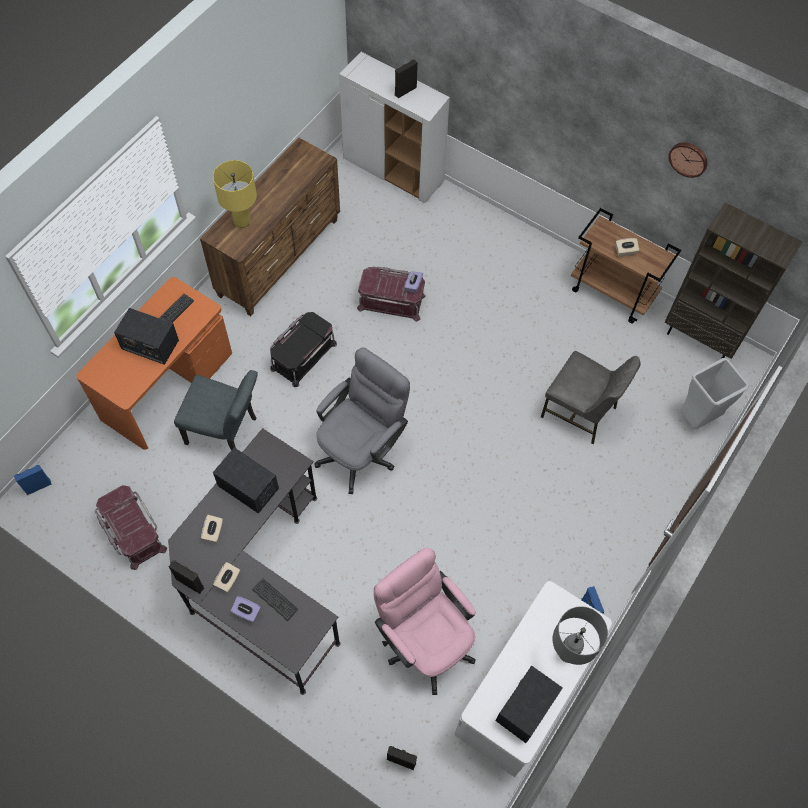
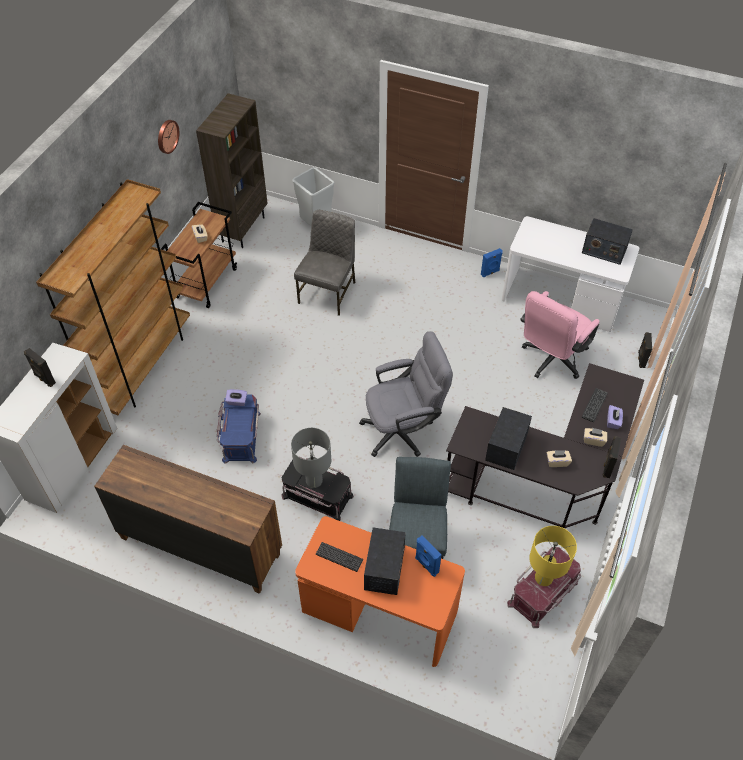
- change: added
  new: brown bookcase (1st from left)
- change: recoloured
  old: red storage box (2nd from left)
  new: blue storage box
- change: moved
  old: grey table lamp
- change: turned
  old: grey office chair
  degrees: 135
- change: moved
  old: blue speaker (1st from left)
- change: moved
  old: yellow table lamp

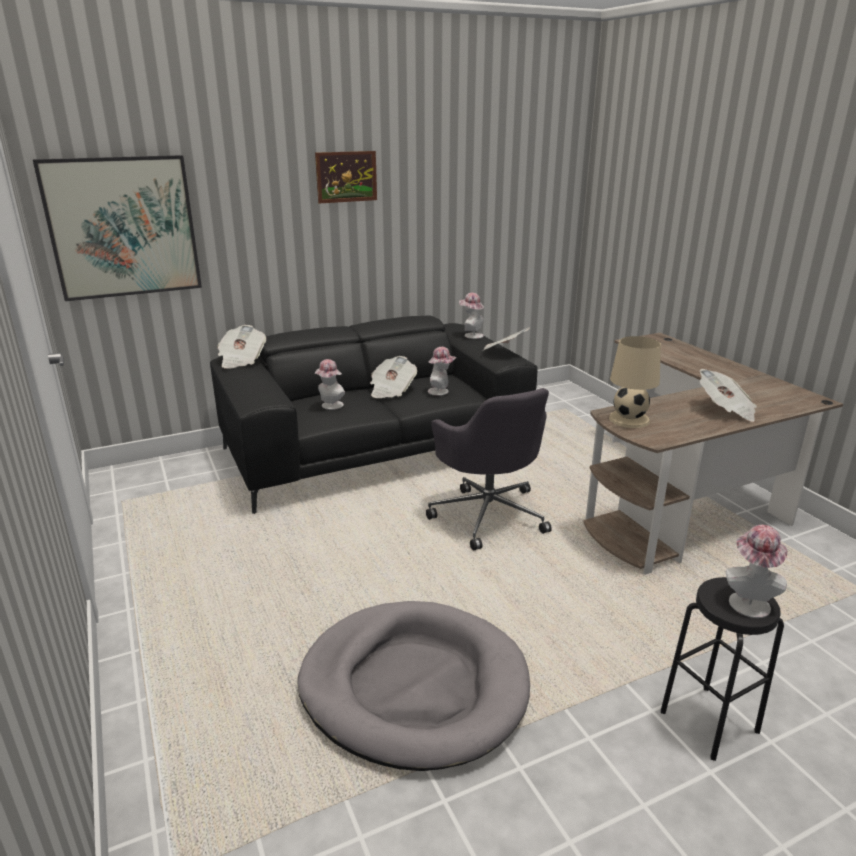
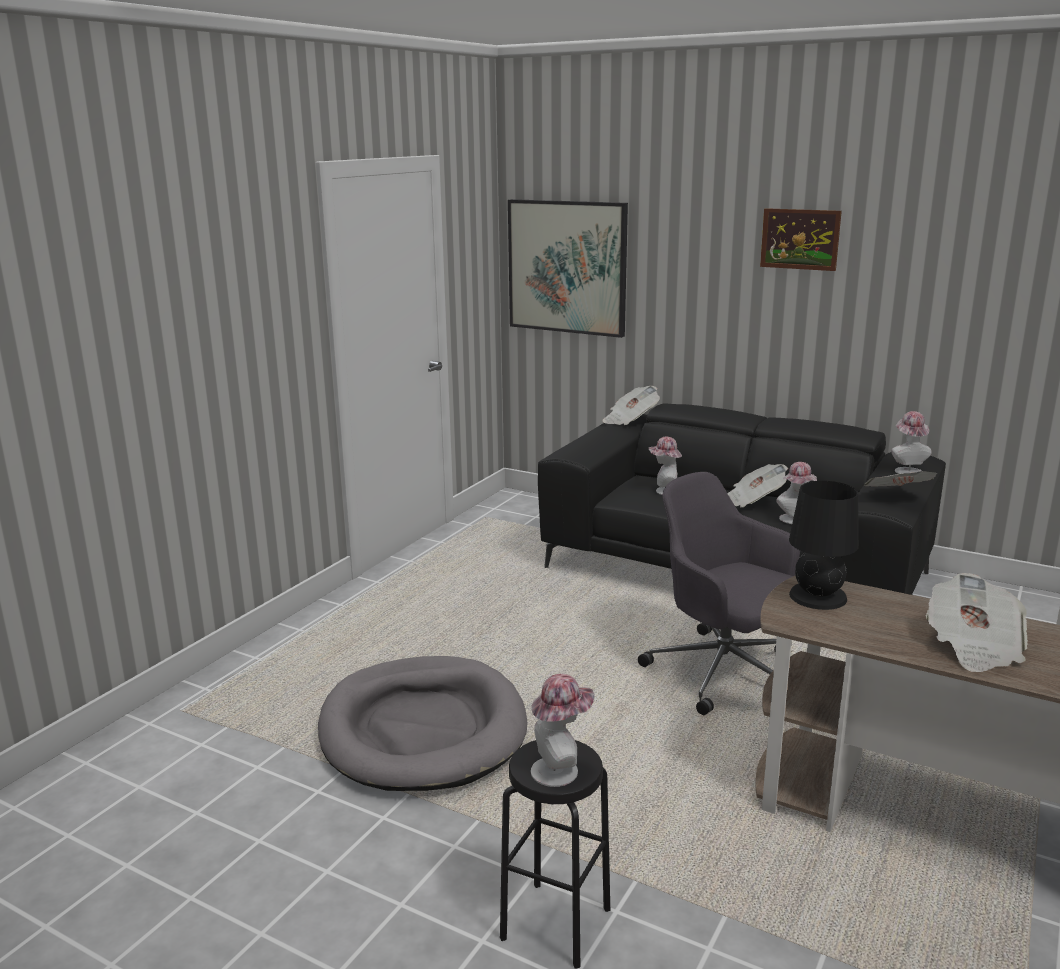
- change: turned
  old: grey office chair
  degrees: 105
- change: recoloured
  old: beige table lamp
  new: black table lamp

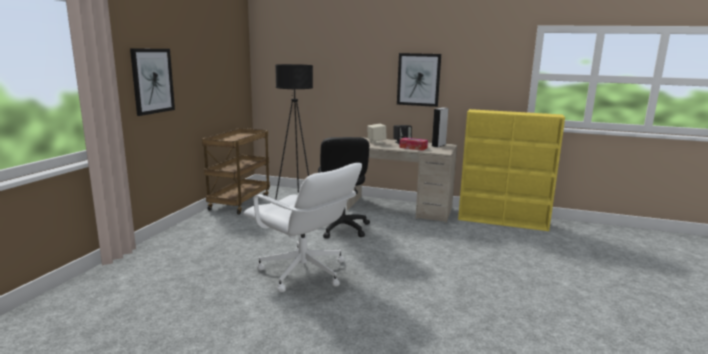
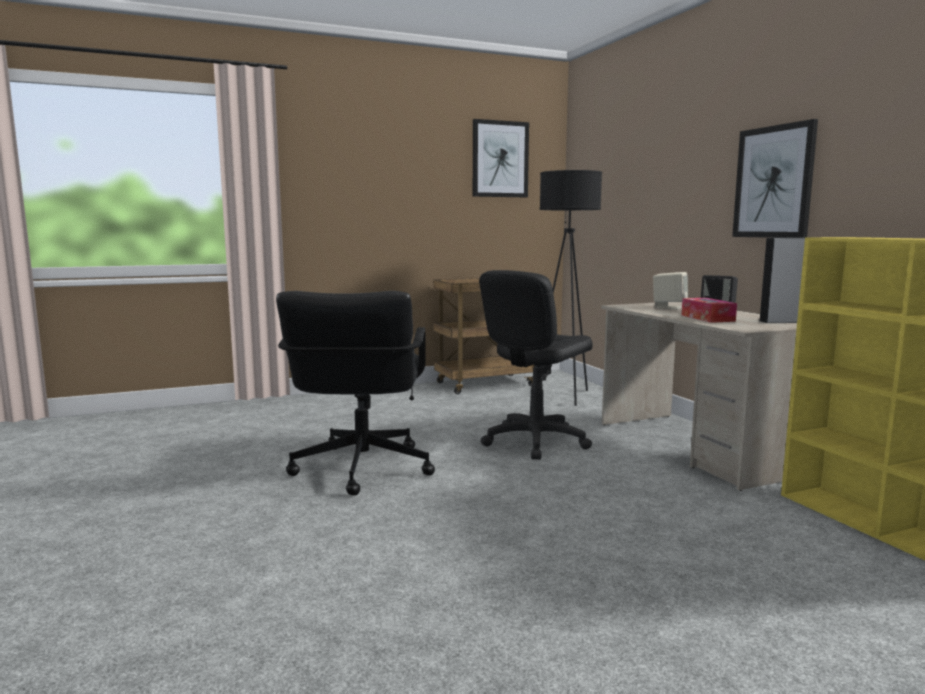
- change: recoloured
  old: white office chair
  new: black office chair (1st from left)
- change: moved
  old: picture (1st from left)

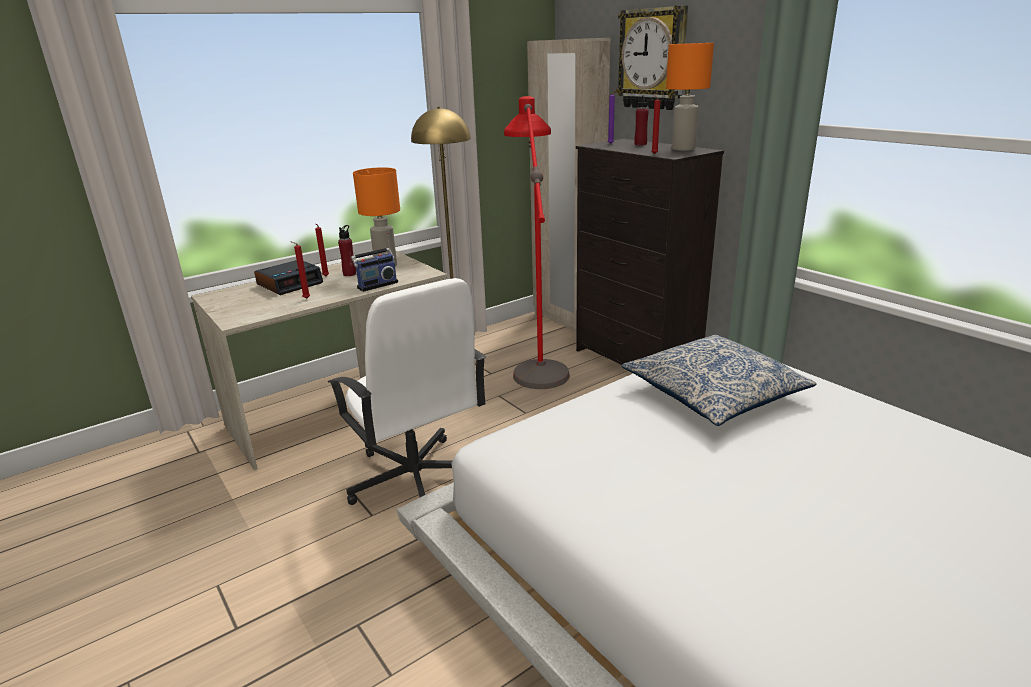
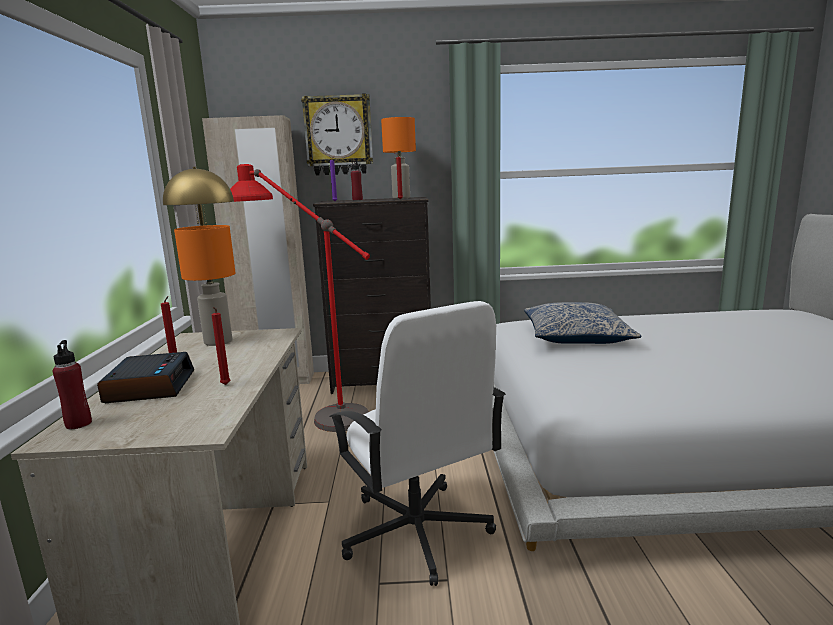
- change: moved
  old: red bottle (1st from left)
- change: turned
  old: white office chair
  degrees: 60
- change: removed
  old: radio

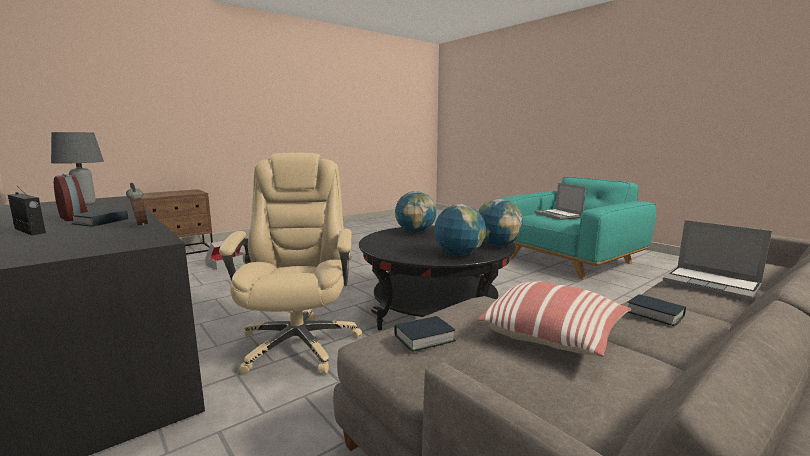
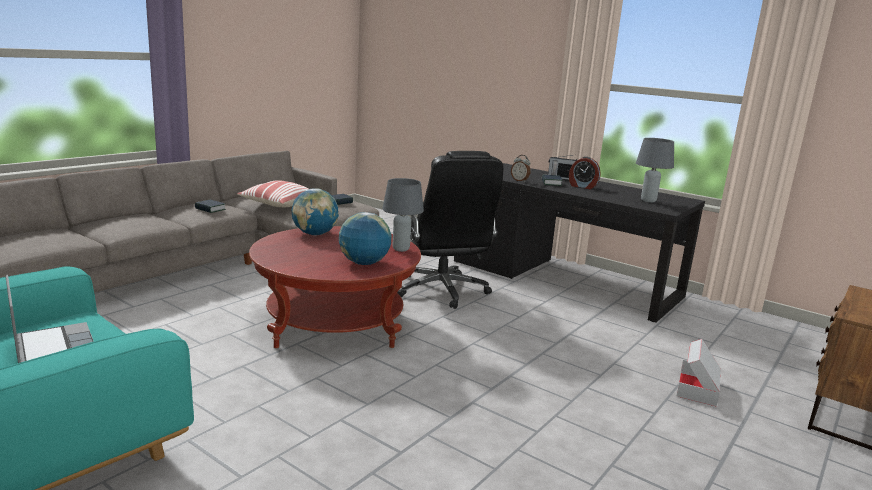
- change: recoloured
  old: black coffee table
  new: red coffee table
- change: added
  new: grey table lamp (1st from left)
- change: recoloured
  old: beige office chair
  new: black office chair
- change: removed
  old: globe (3rd from left)
- change: removed
  old: laptop (2nd from left)

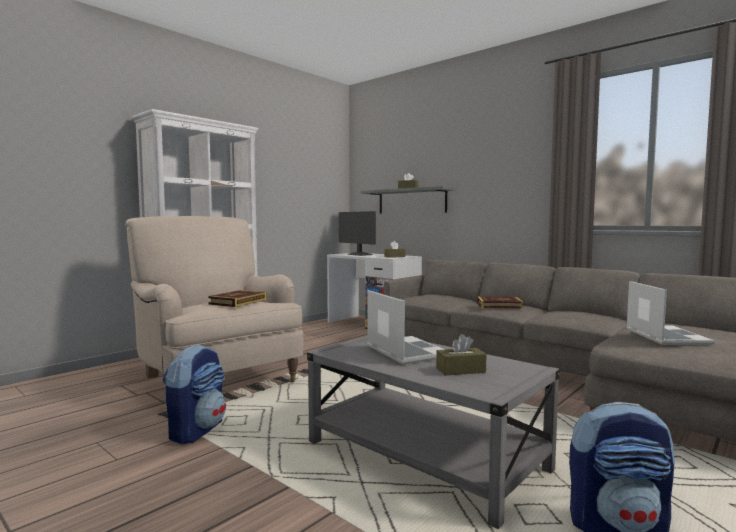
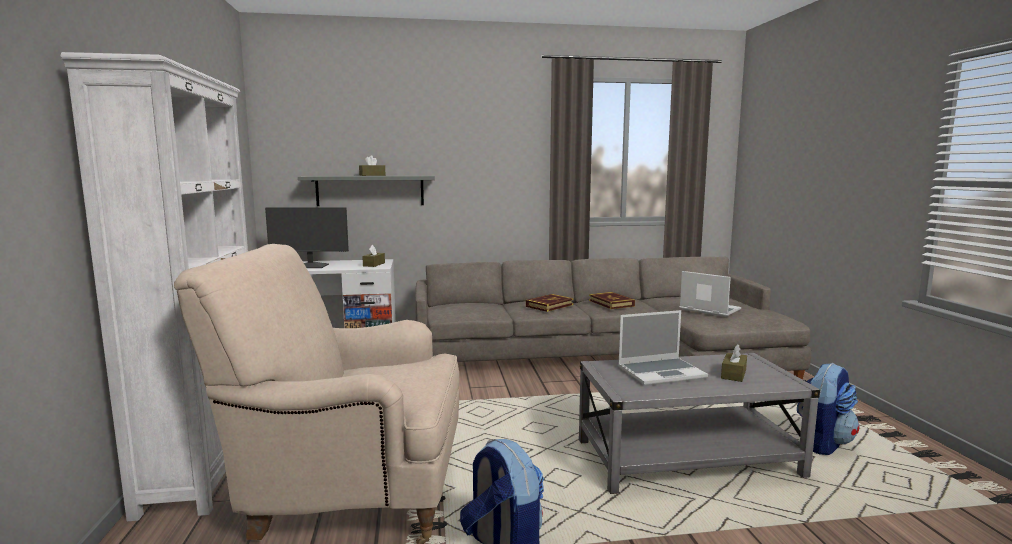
- change: moved
  old: book (1st from left in the first image)
  new: book (2nd from left)
- change: turned
  old: laptop (1st from left)
  degrees: 150

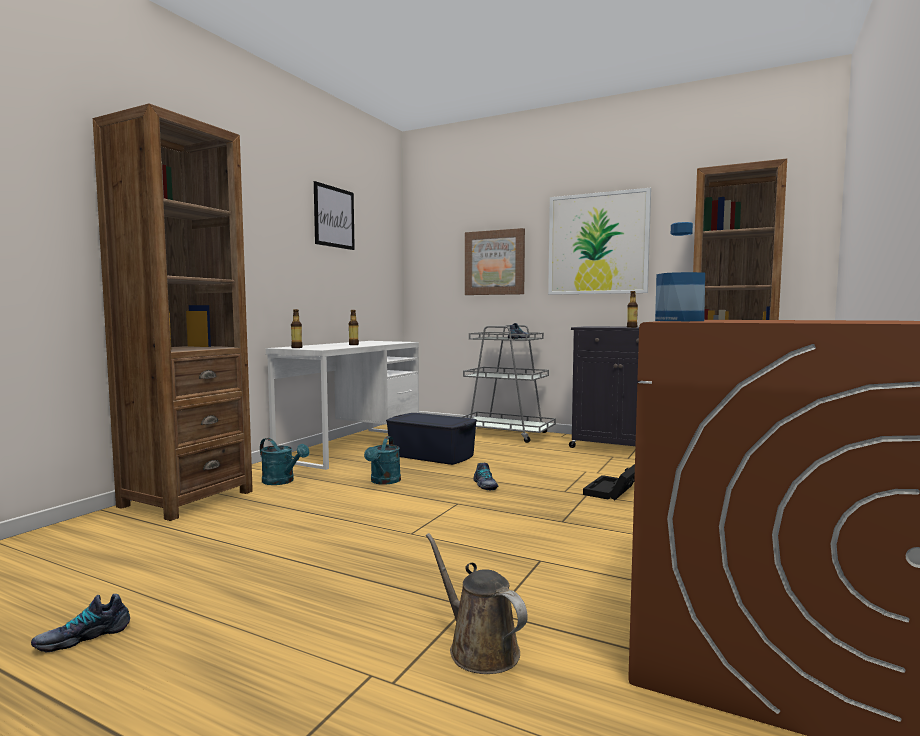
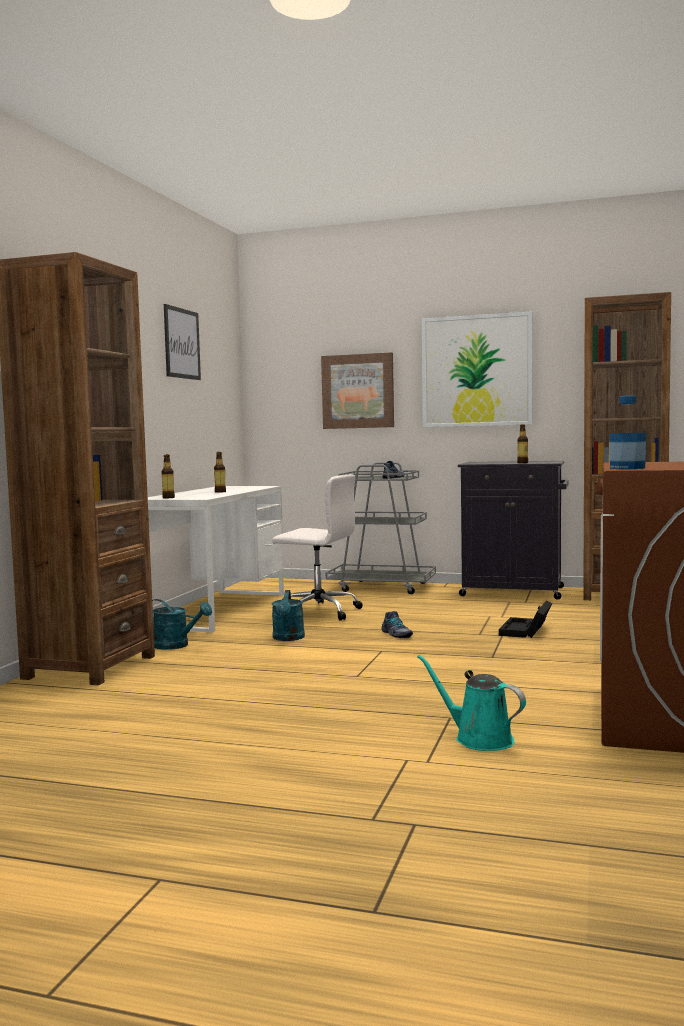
- change: replaced
  old: blue storage box
  new: white office chair
- change: recoloured
  old: brown watering can
  new: turquoise watering can (3rd from left)
- change: removed
  old: shoe (1st from left)

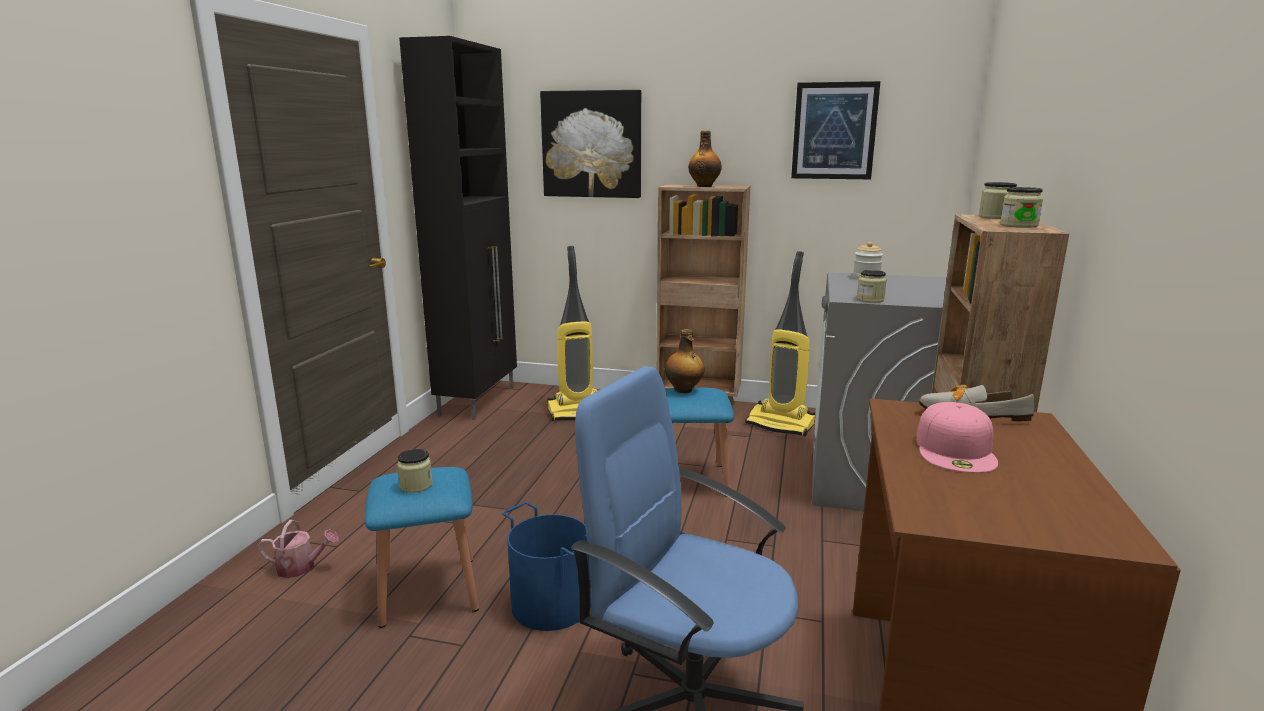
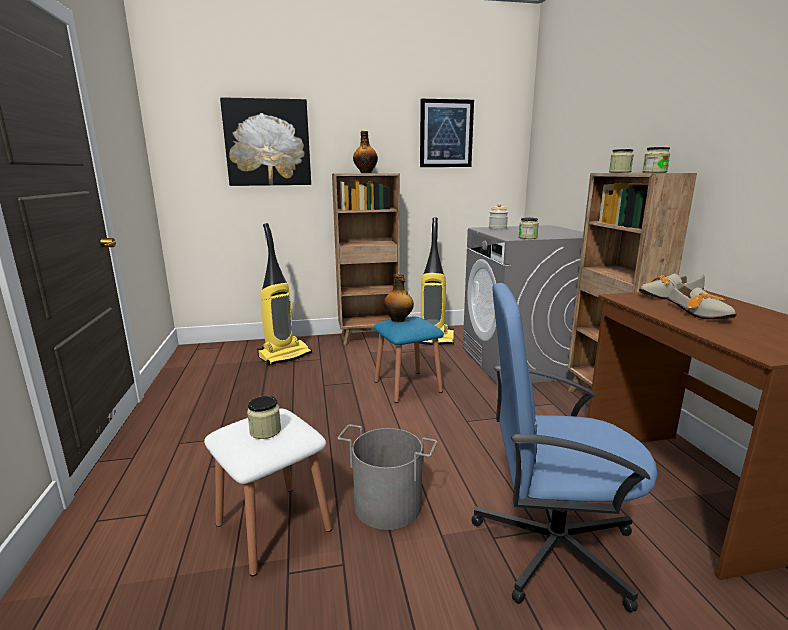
- change: recoloured
  old: blue stool (1st from left)
  new: white stool
- change: recoloured
  old: blue bucket
  new: grey bucket
- change: replaced
  old: pink cap
  new: shoe (2nd from left)
- change: removed
  old: watering can
- change: removed
  old: black cabinet

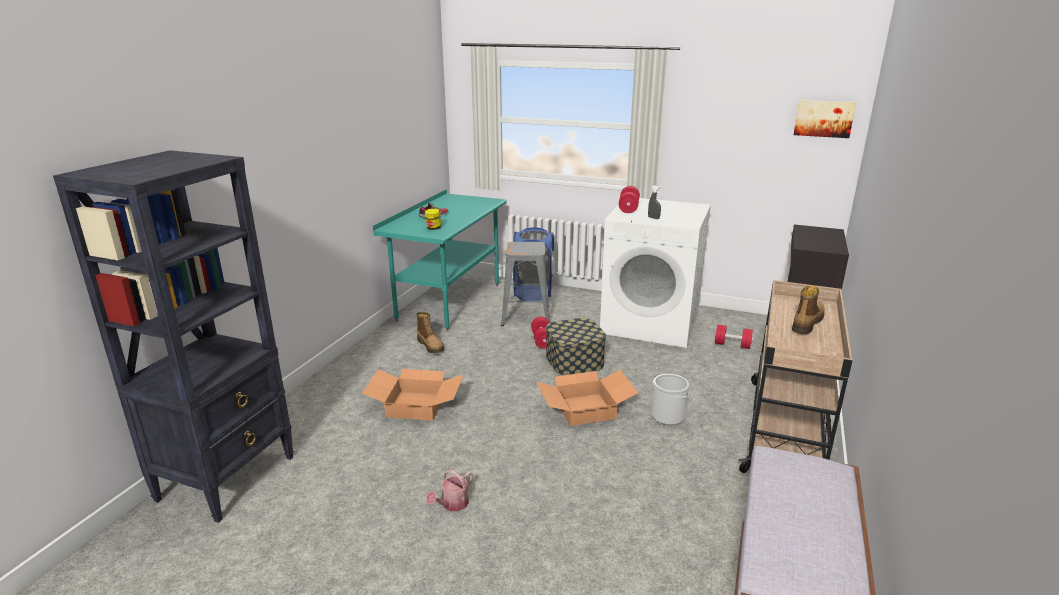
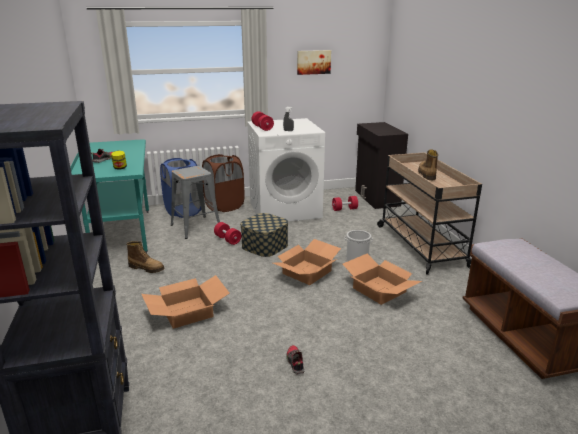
- change: added
  new: brown laundry basket
- change: replaced
  old: watering can
  new: shoe (2nd from left)
- change: moved
  old: picture
- change: added
  new: cardboard box (3rd from left)

